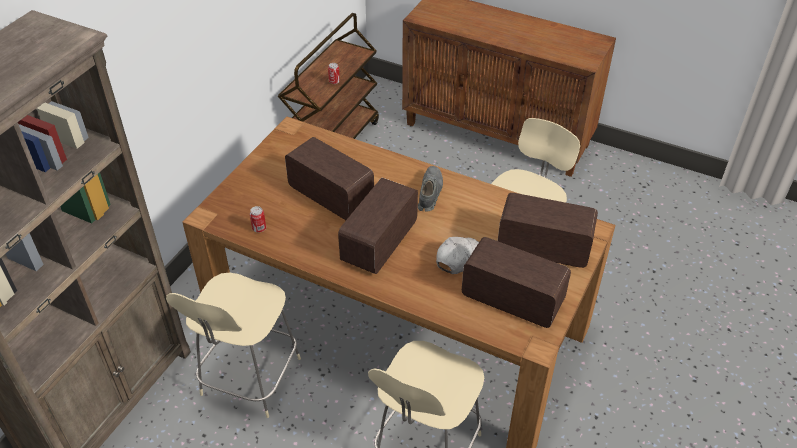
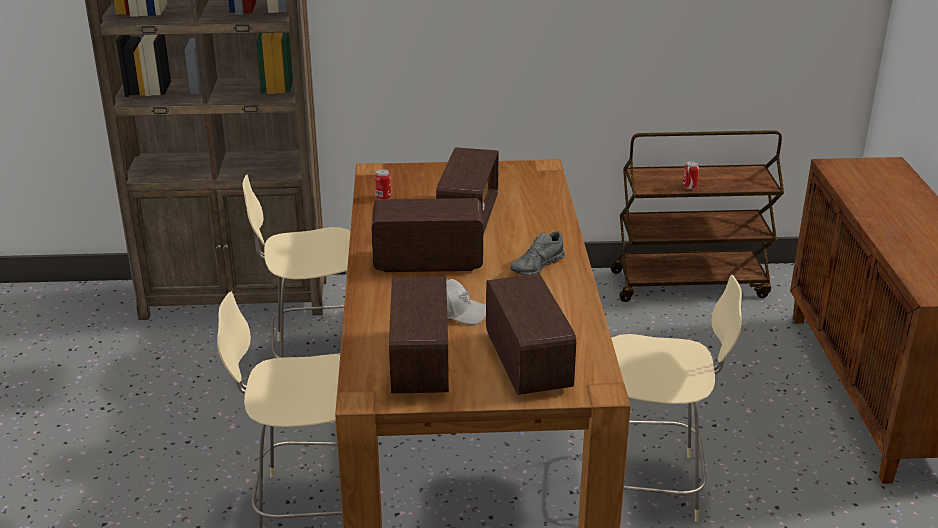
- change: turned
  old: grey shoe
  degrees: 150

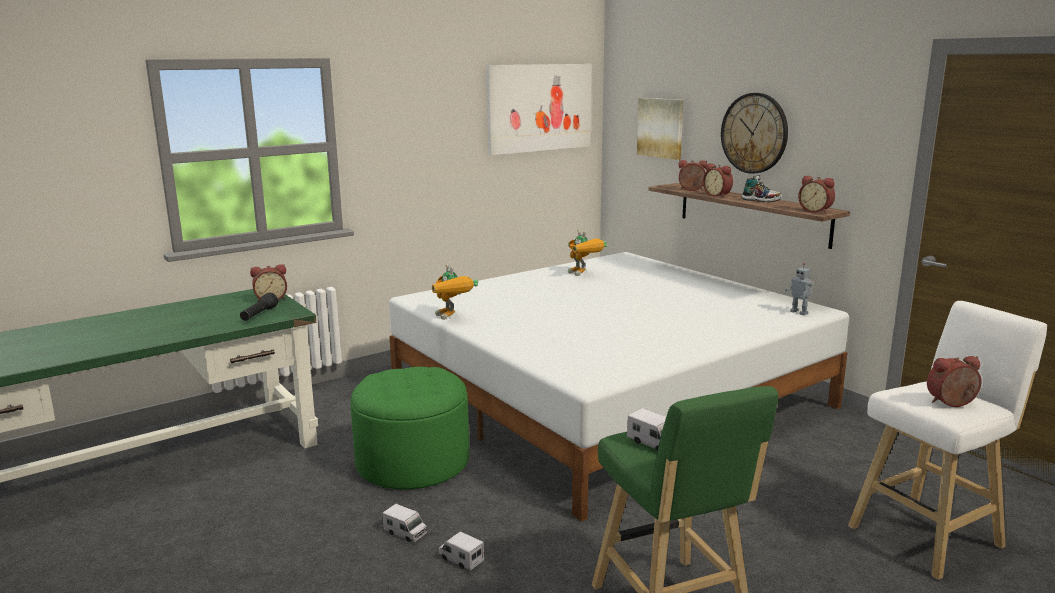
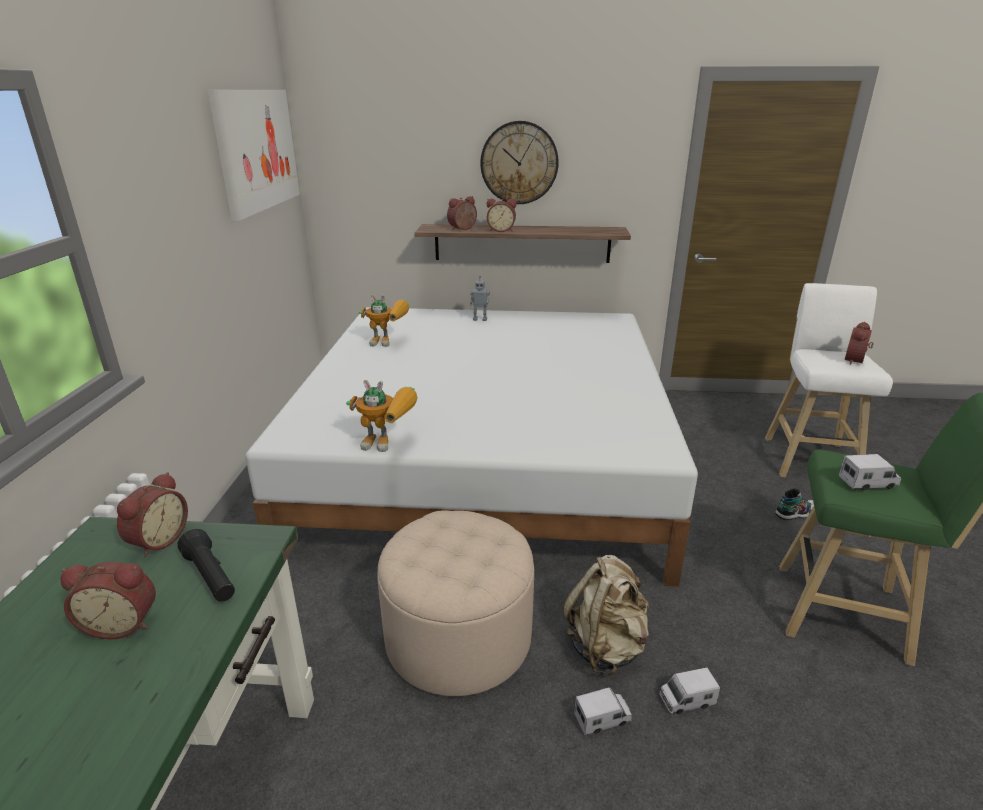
- change: moved
  old: alarm clock (4th from left in the first image)
  new: alarm clock (1st from left)
- change: recoloured
  old: green ottoman
  new: beige ottoman
- change: moved
  old: toy robot (3rd from left)
- change: added
  new: beige backpack
- change: moved
  old: shoe
- change: removed
  old: picture (2nd from left)

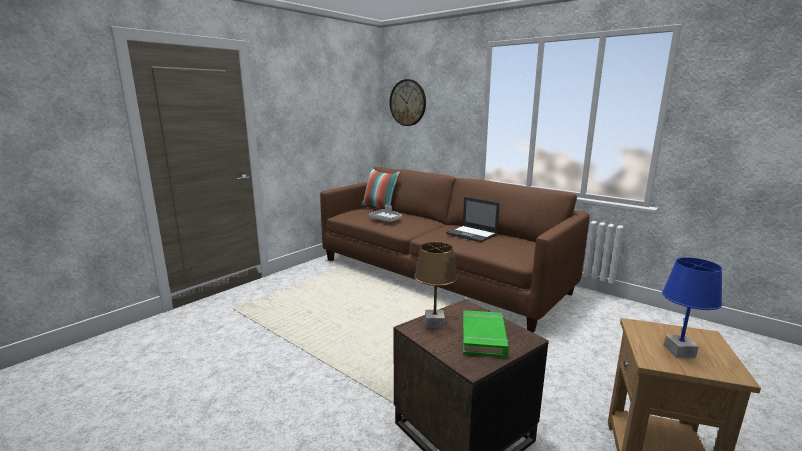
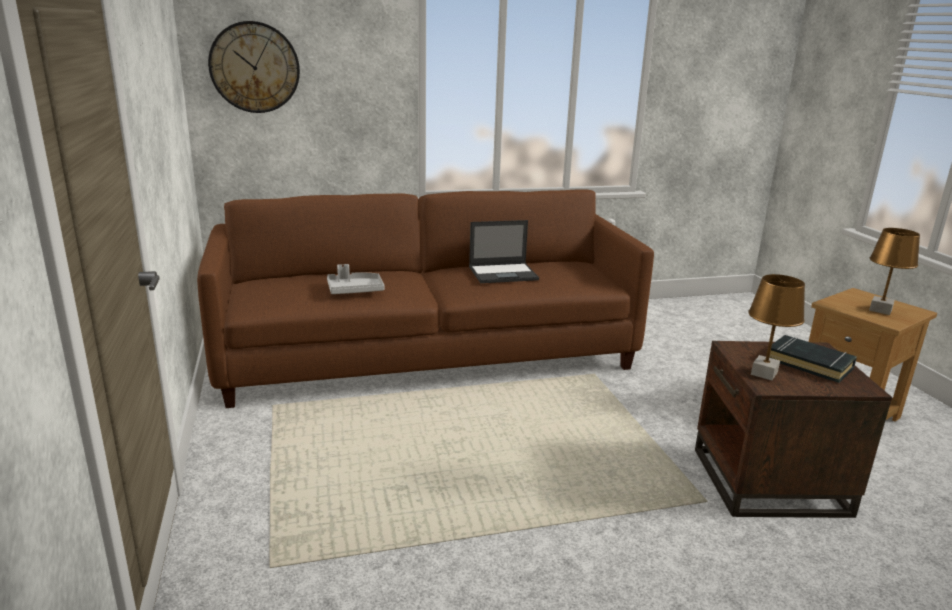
- change: recoloured
  old: green book
  new: black book
- change: recoloured
  old: blue table lamp
  new: brown table lamp (2nd from left)
- change: removed
  old: pillow

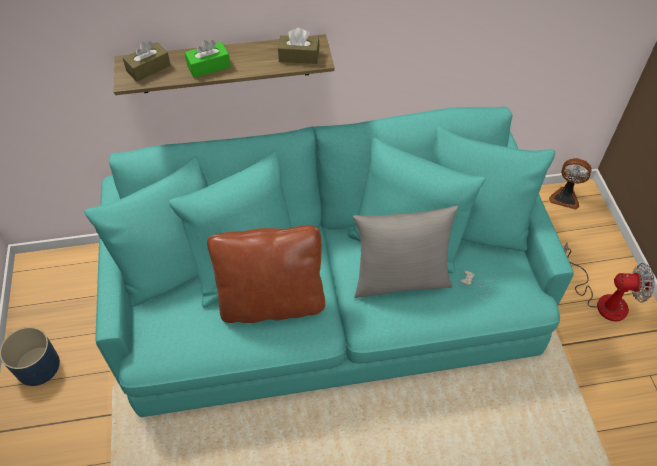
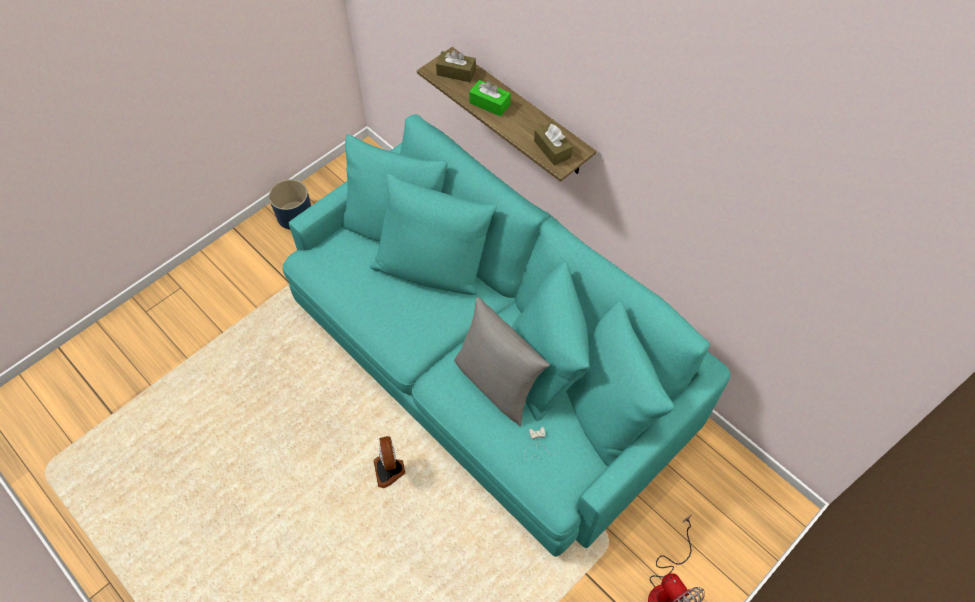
- change: moved
  old: fan (1st from left)
- change: removed
  old: brown pillow

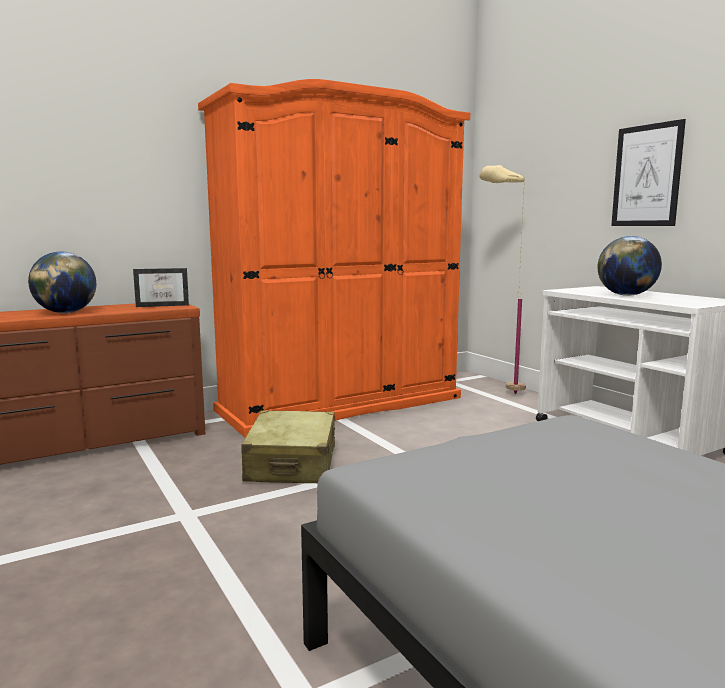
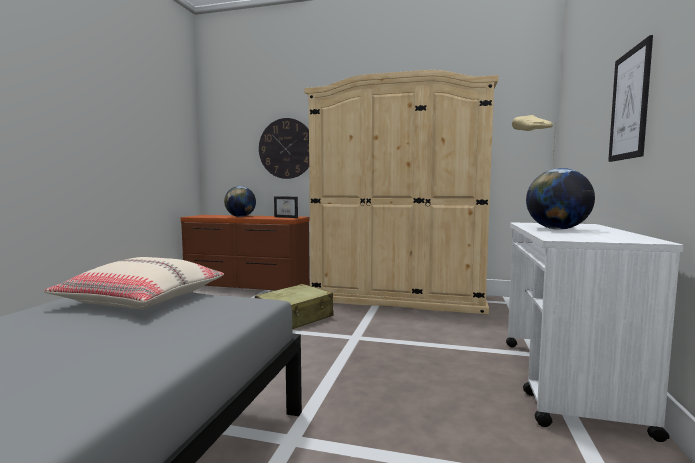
- change: added
  new: beige pillow
- change: added
  new: wall clock
- change: recoloured
  old: orange wardrobe
  new: beige wardrobe

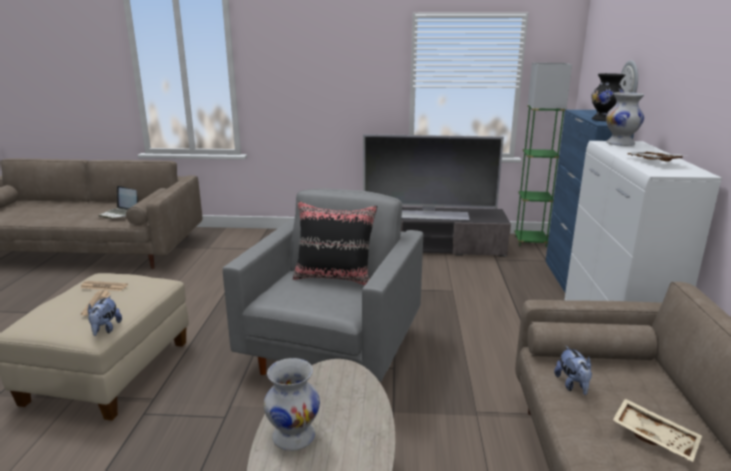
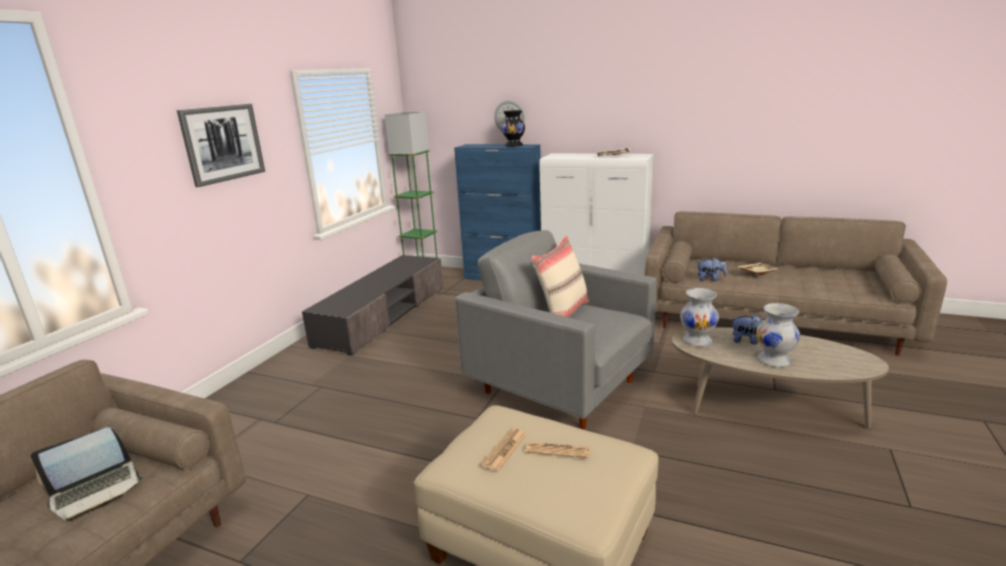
- change: added
  new: picture
- change: recoloured
  old: black pillow
  new: beige pillow
- change: moved
  old: white vase (2nd from left in the first image)
  new: white vase (1st from left)
- change: moved
  old: plush toy (1st from left in the first image)
  new: plush toy (2nd from left)
- change: removed
  old: television

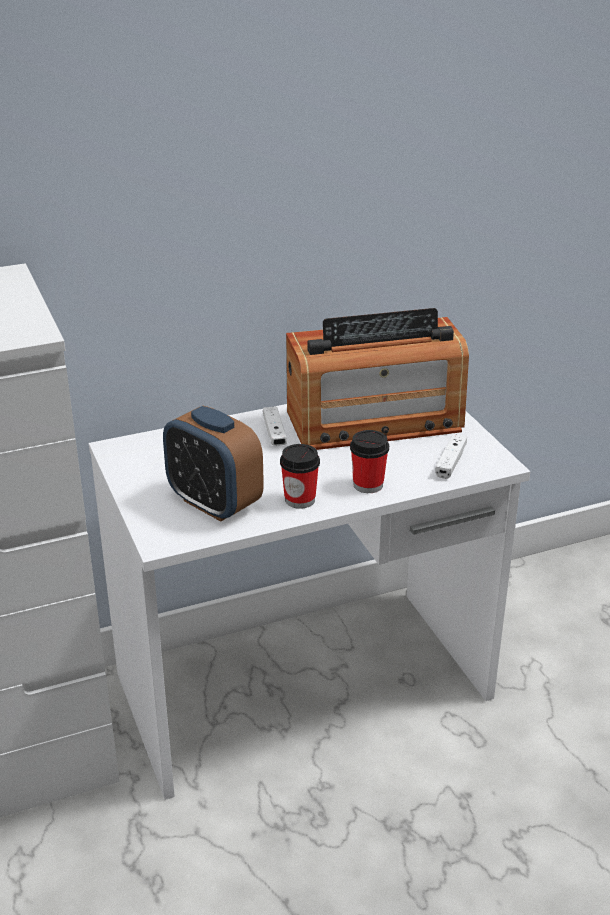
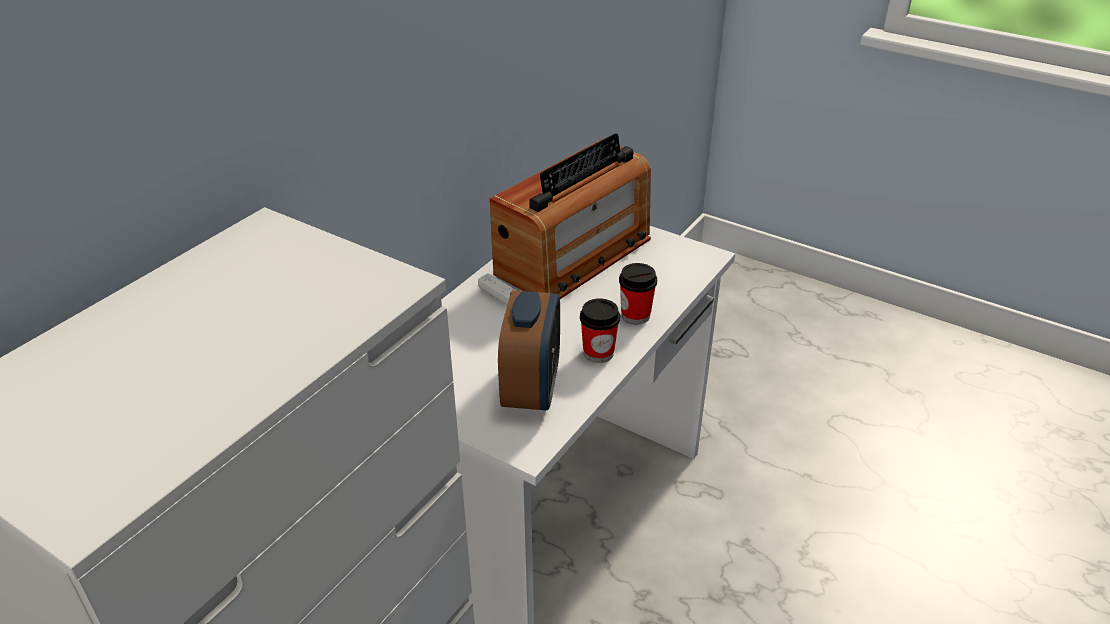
- change: turned
  old: alarm clock
  degrees: -90
- change: removed
  old: white game controller (2nd from left)

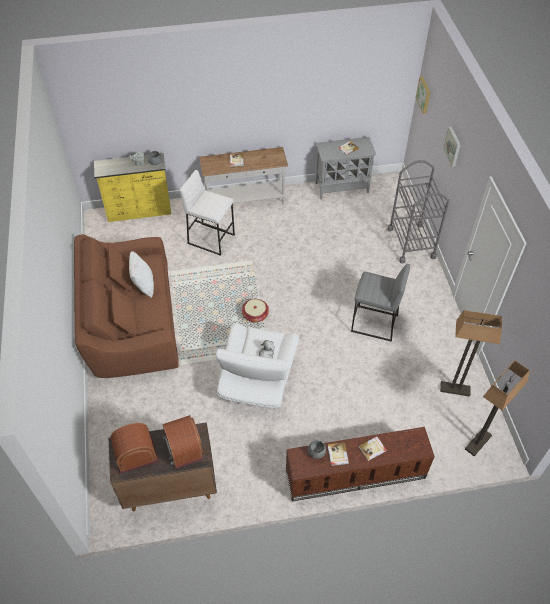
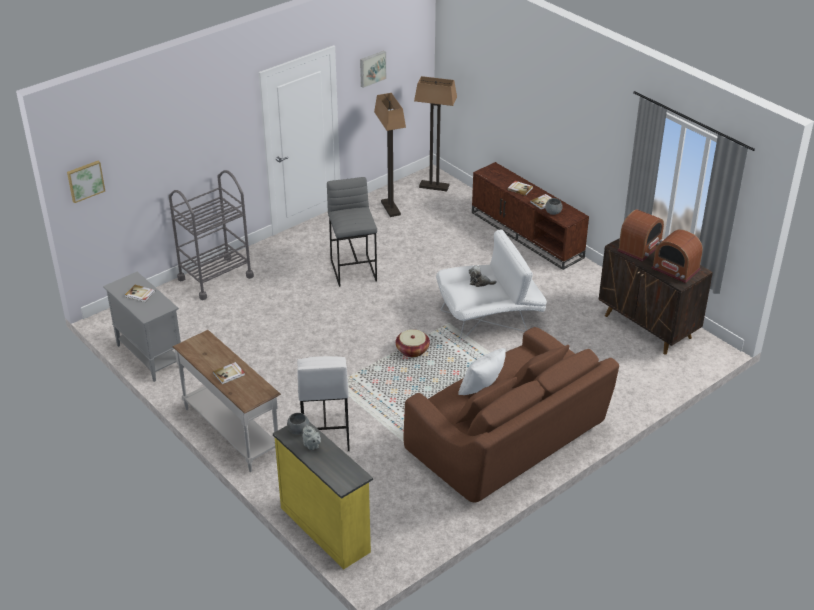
- change: moved
  old: picture (2nd from left)

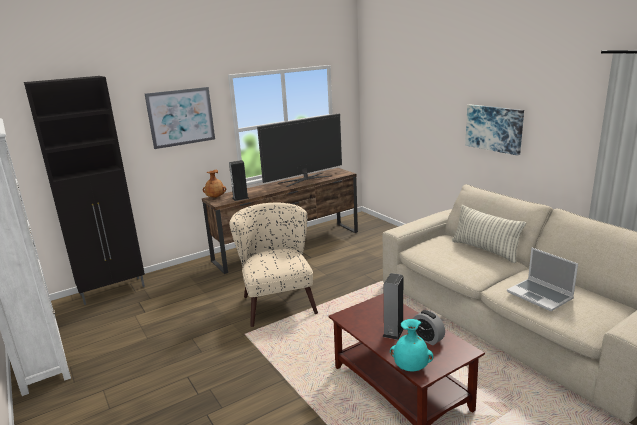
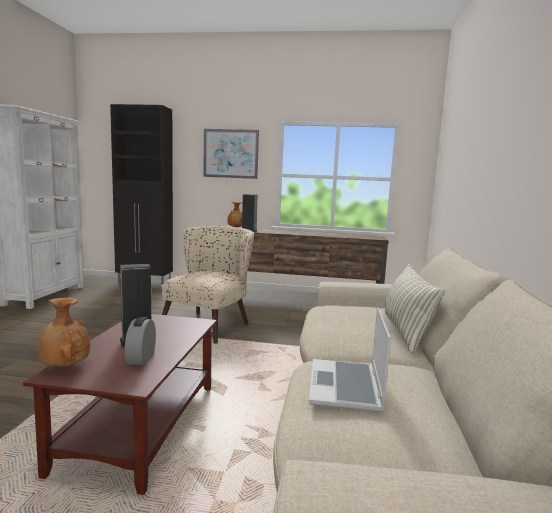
- change: recoloured
  old: turquoise vase
  new: brown vase (1st from left)
- change: removed
  old: television
- change: removed
  old: picture (2nd from left)

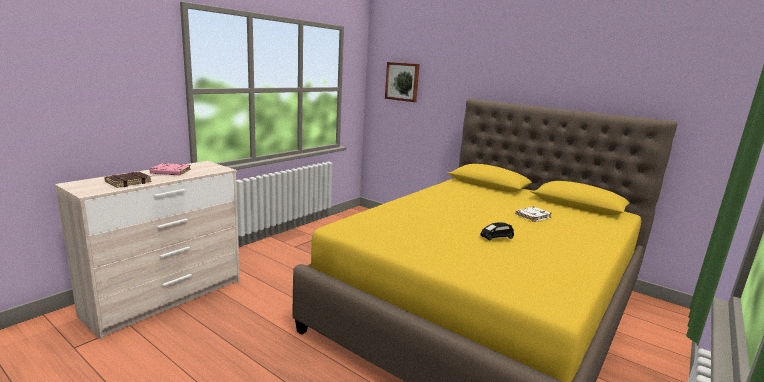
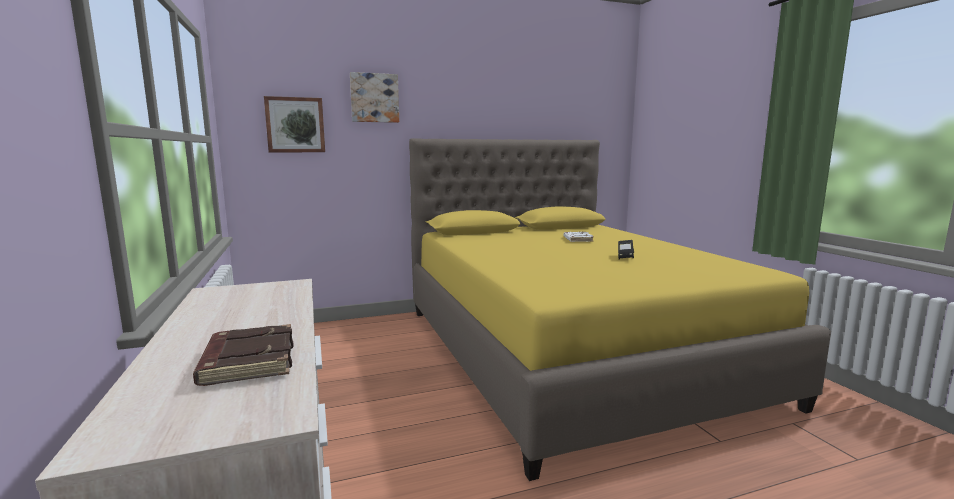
- change: added
  new: picture (2nd from left)
- change: removed
  old: pink book

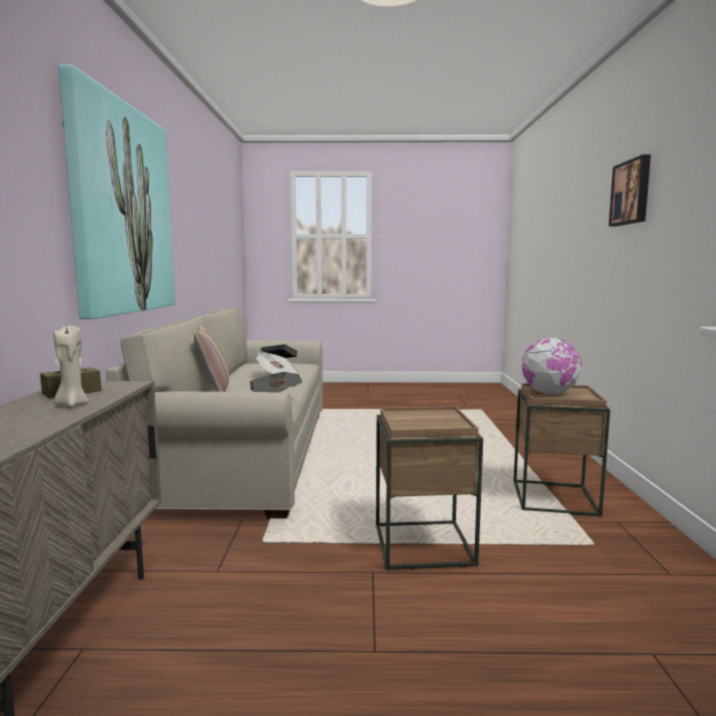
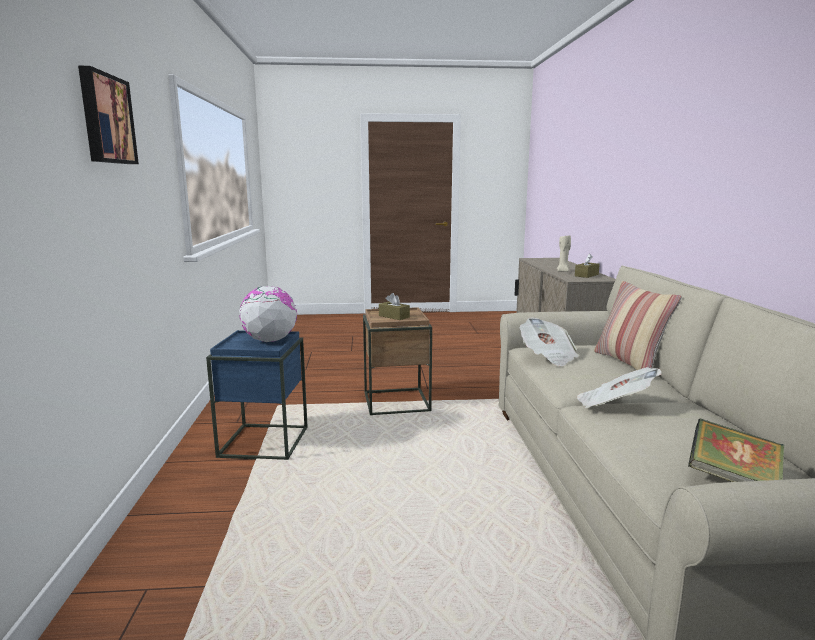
- change: recoloured
  old: brown side table (2nd from left)
  new: blue side table
- change: added
  new: brown tissue box (1st from left)
- change: removed
  old: picture (1st from left)

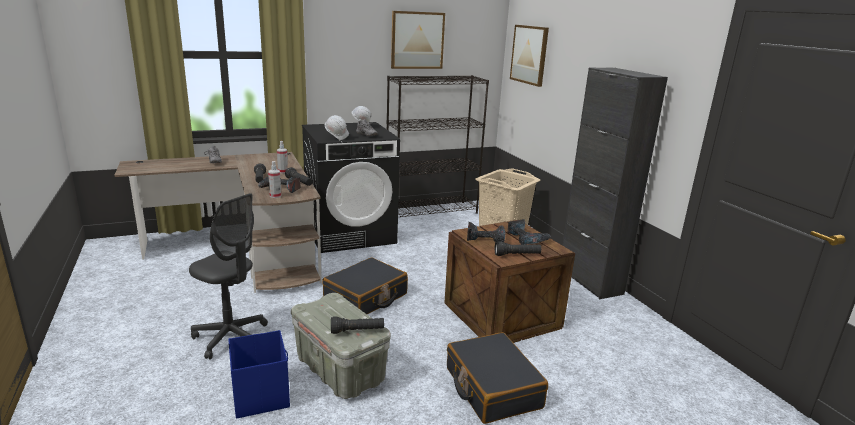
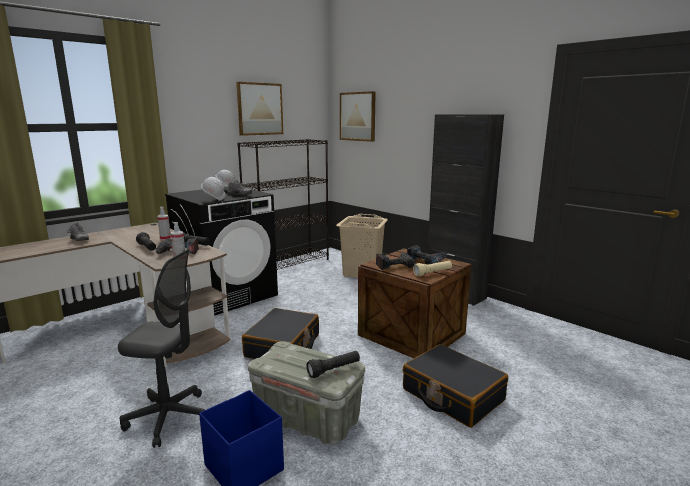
- change: recoloured
  old: black flashlight (4th from left)
  new: beige flashlight

